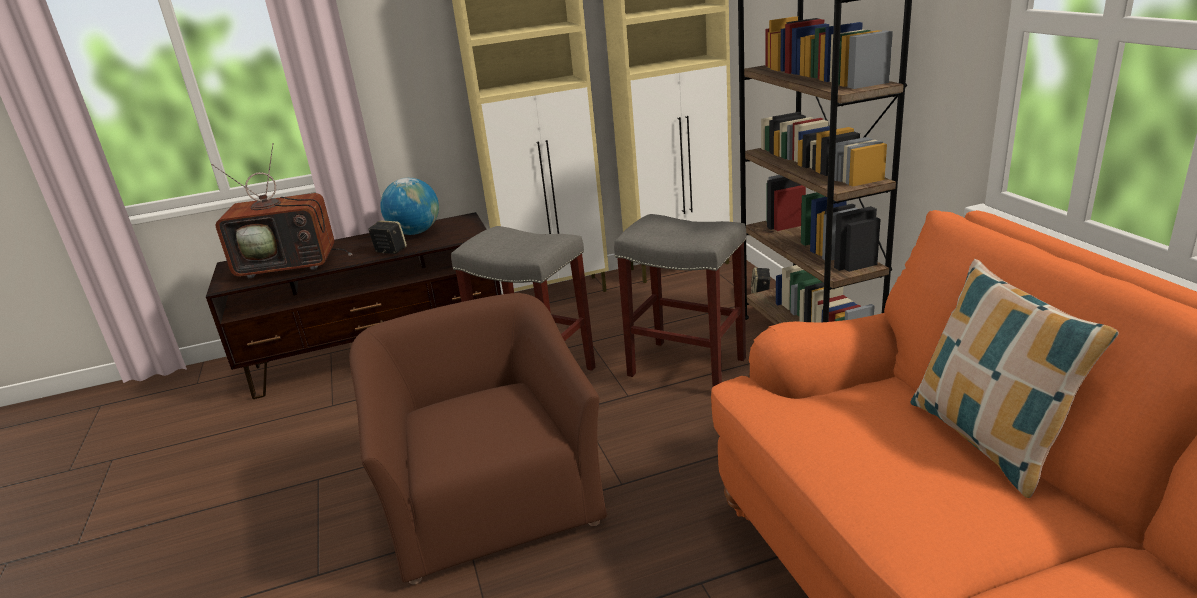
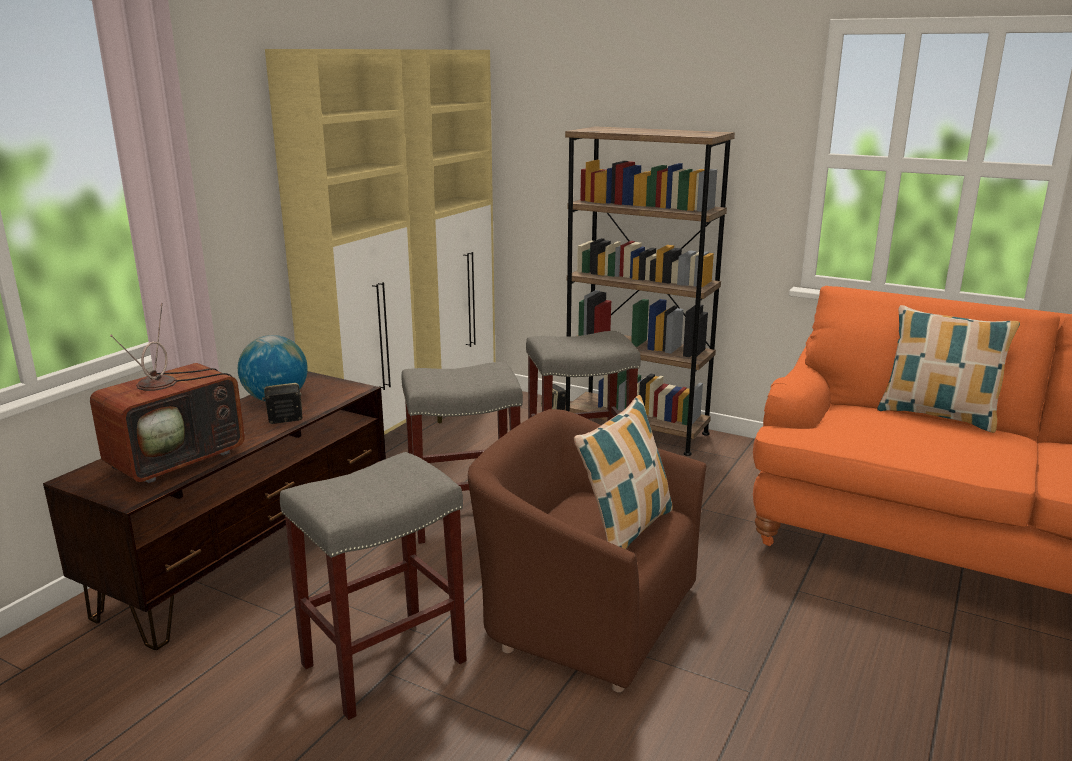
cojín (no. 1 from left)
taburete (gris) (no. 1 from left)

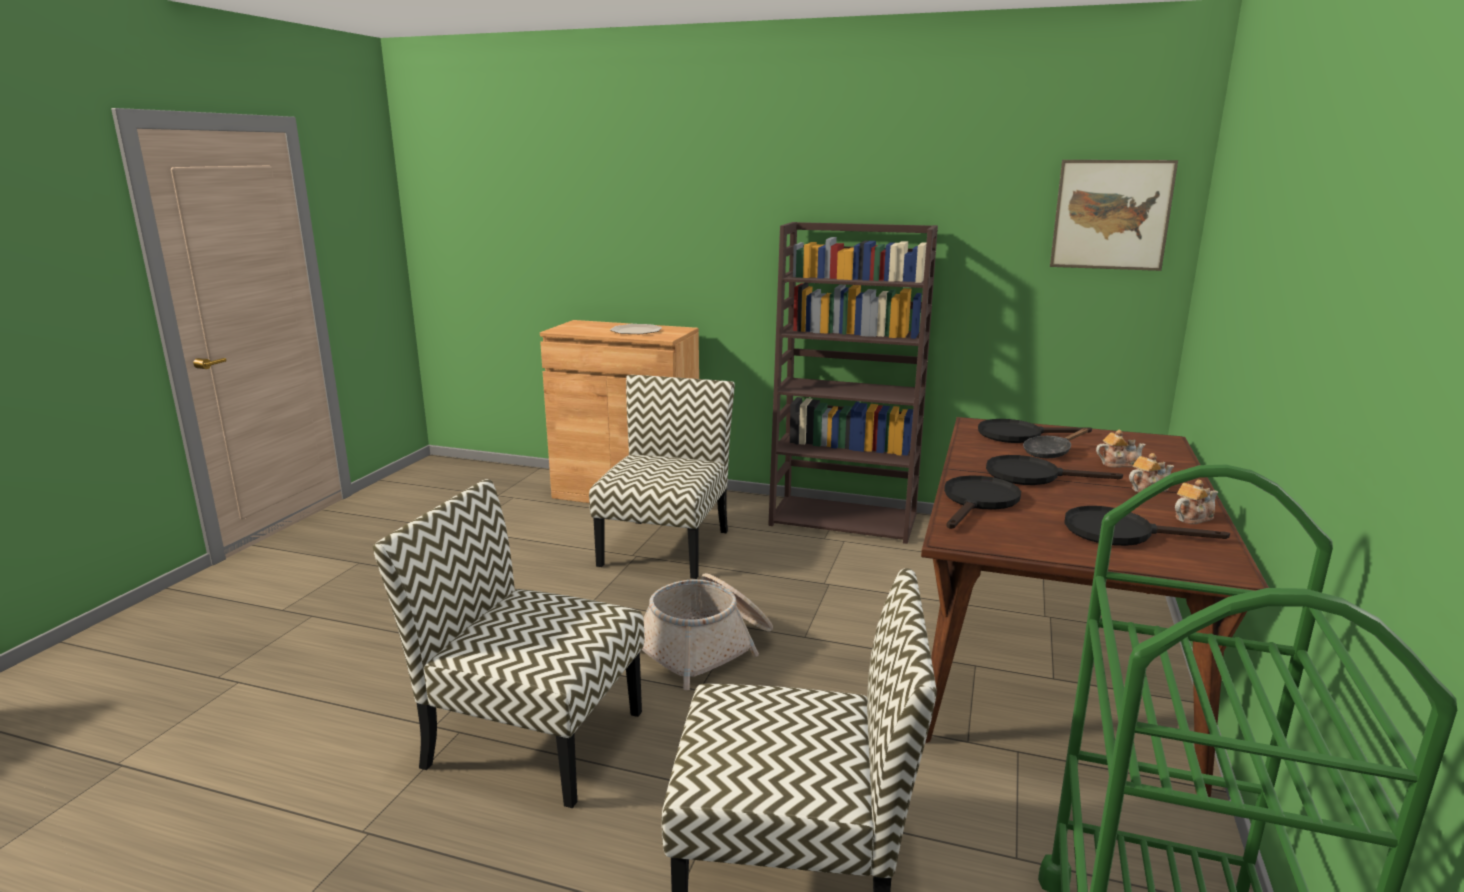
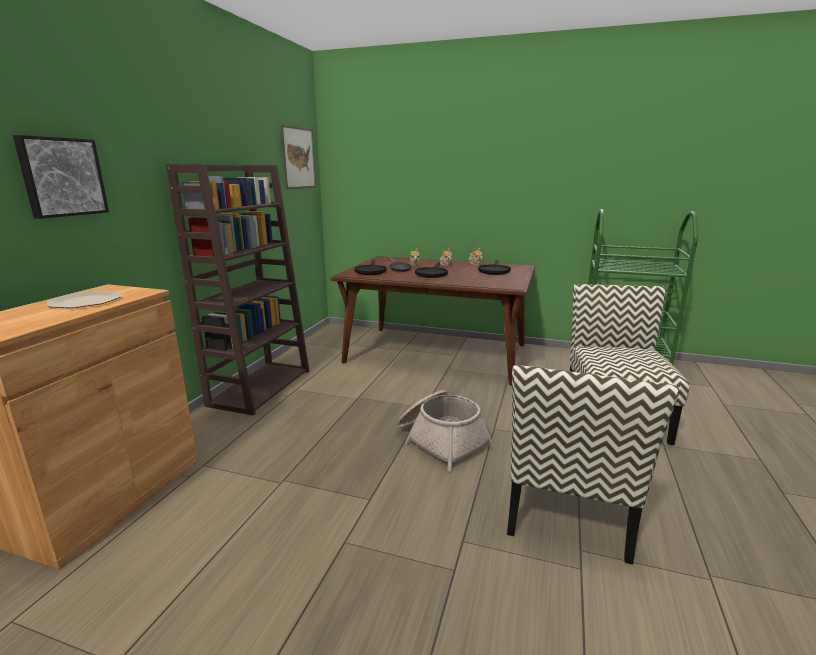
silla (no. 2 from left in the first image)
sartén (negro) (no. 1 from left in the first image)
cuadro (no. 1 from left)

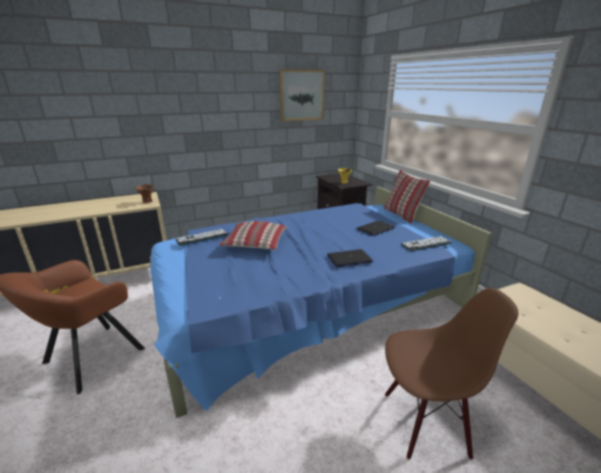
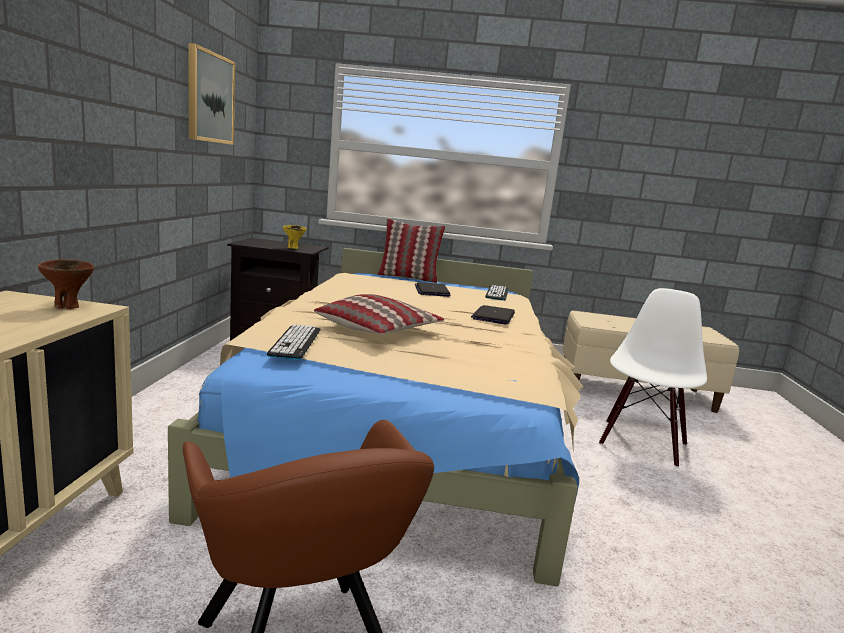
cama (beis)
silla (blanco)

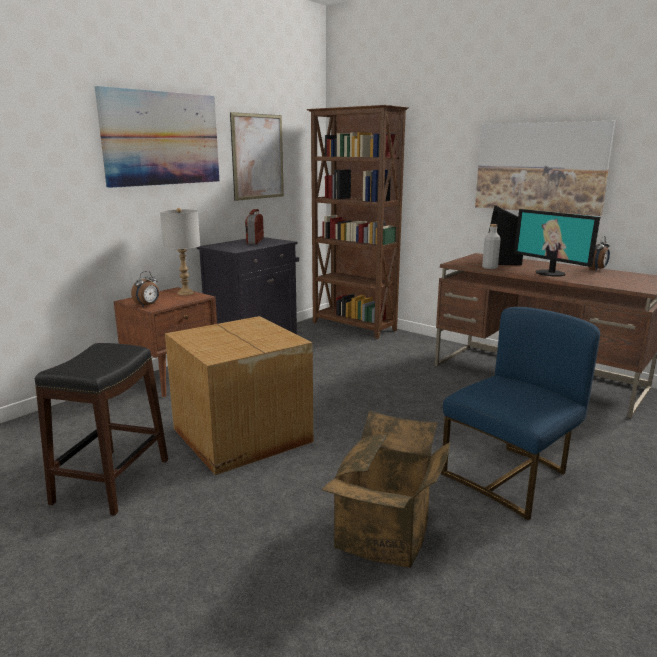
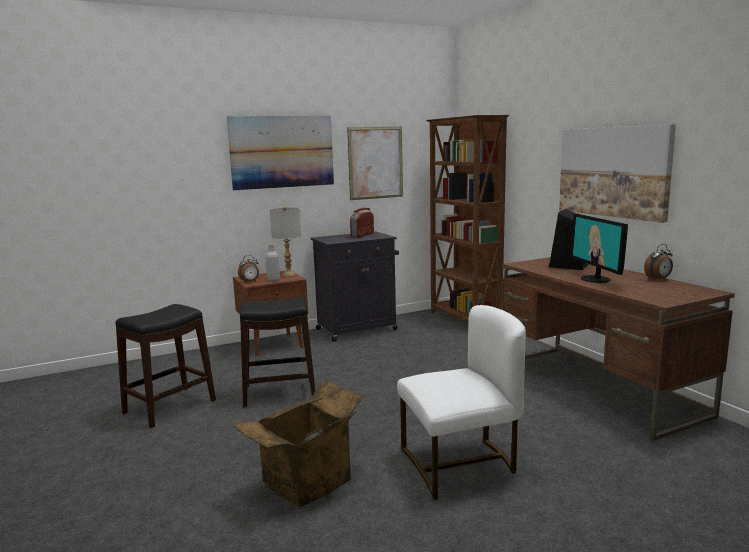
botella (gris)
silla (blanco)
taburete (negro) (no. 2 from left)

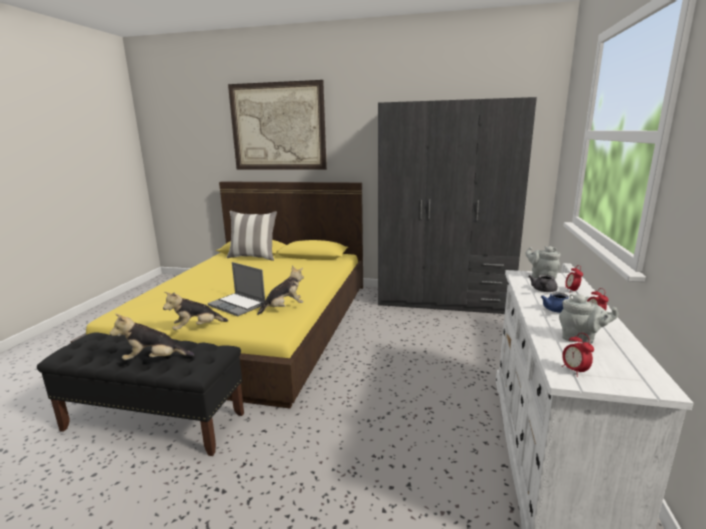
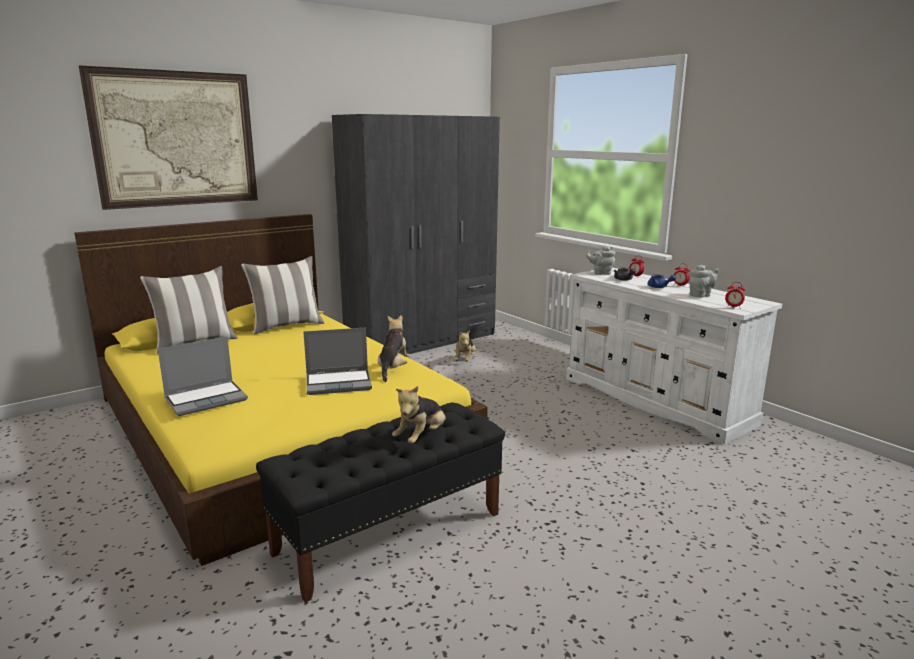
peluche (no. 3 from left)
cojín (no. 2 from left)
portátil (no. 1 from left)

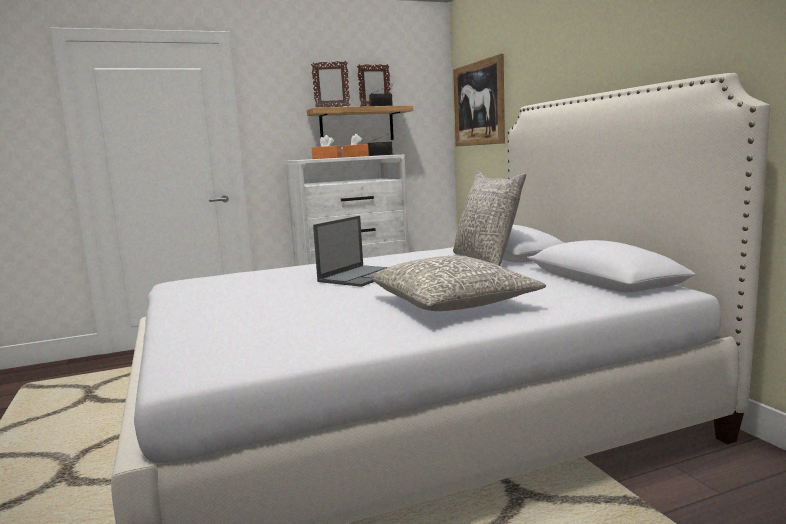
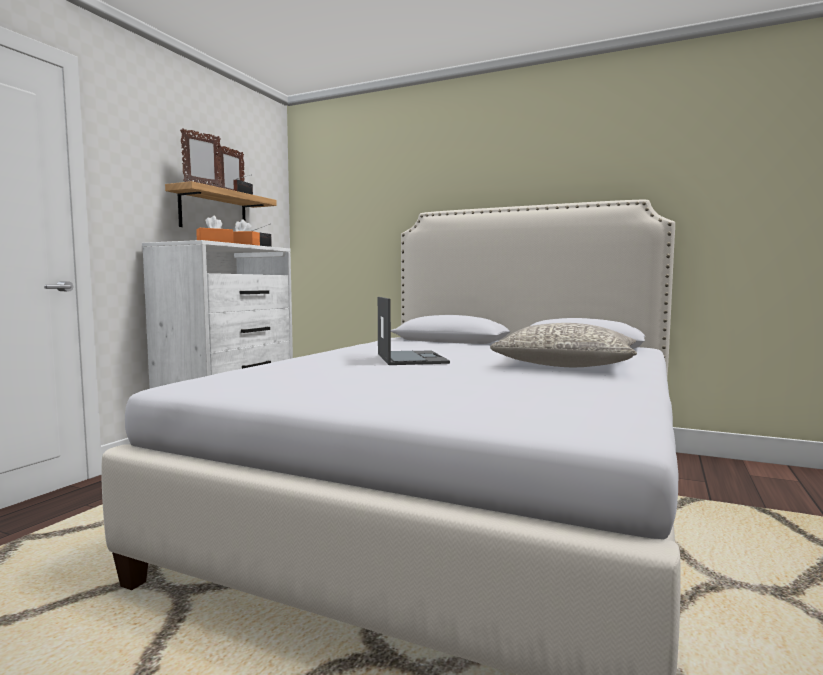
cuadro
cojín (gris) (no. 2 from left in the first image)

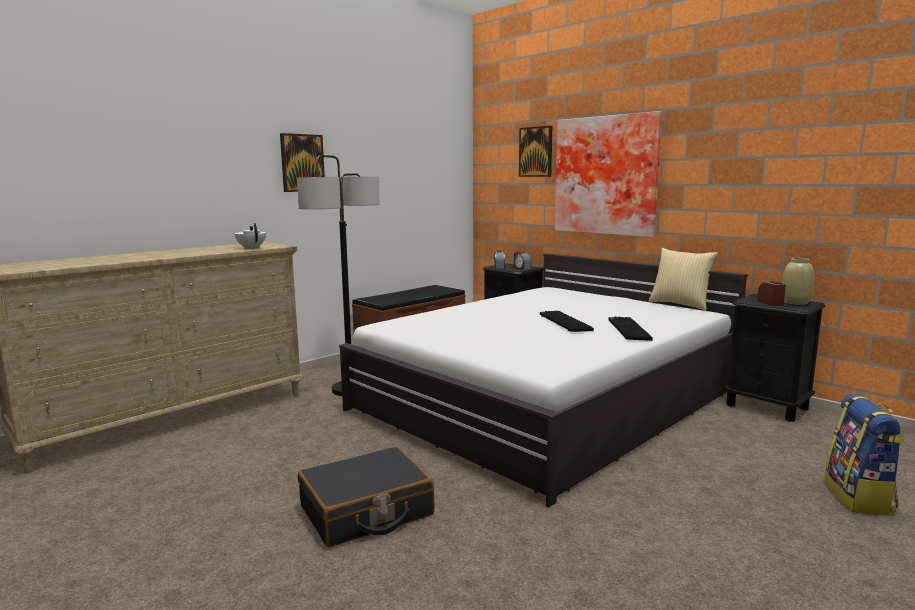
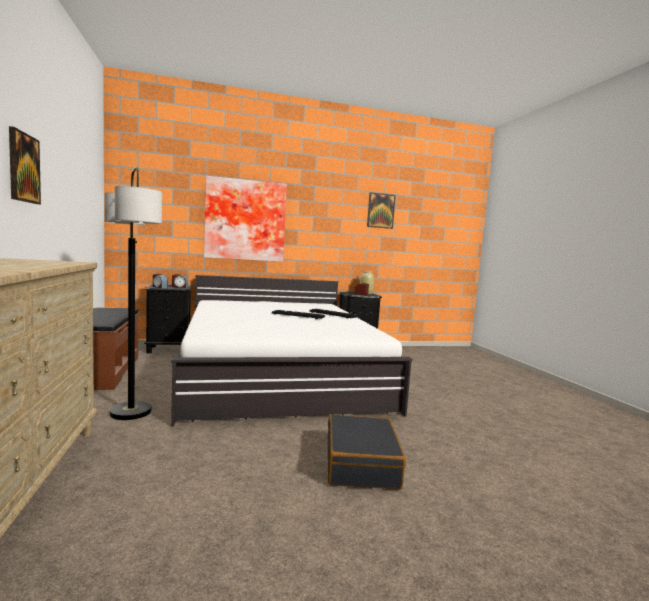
cuadro (no. 3 from left)
tetera (blanco)
cojín
mochila

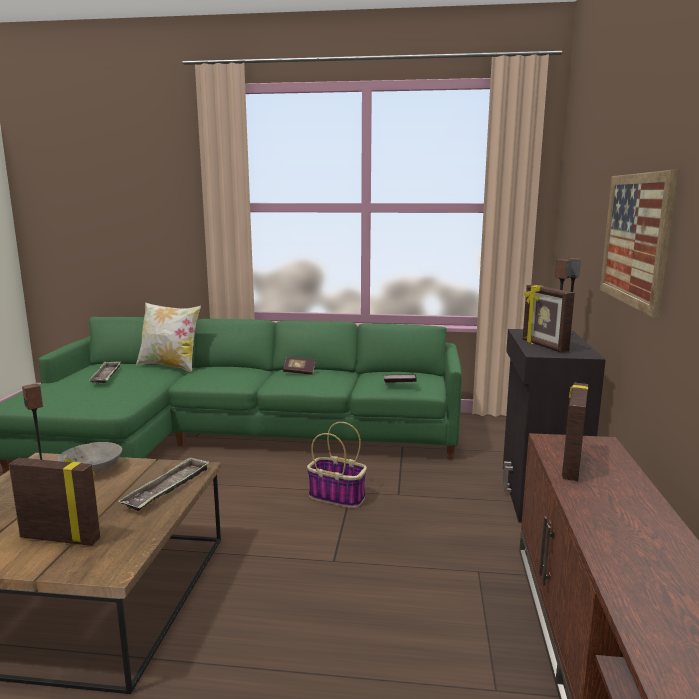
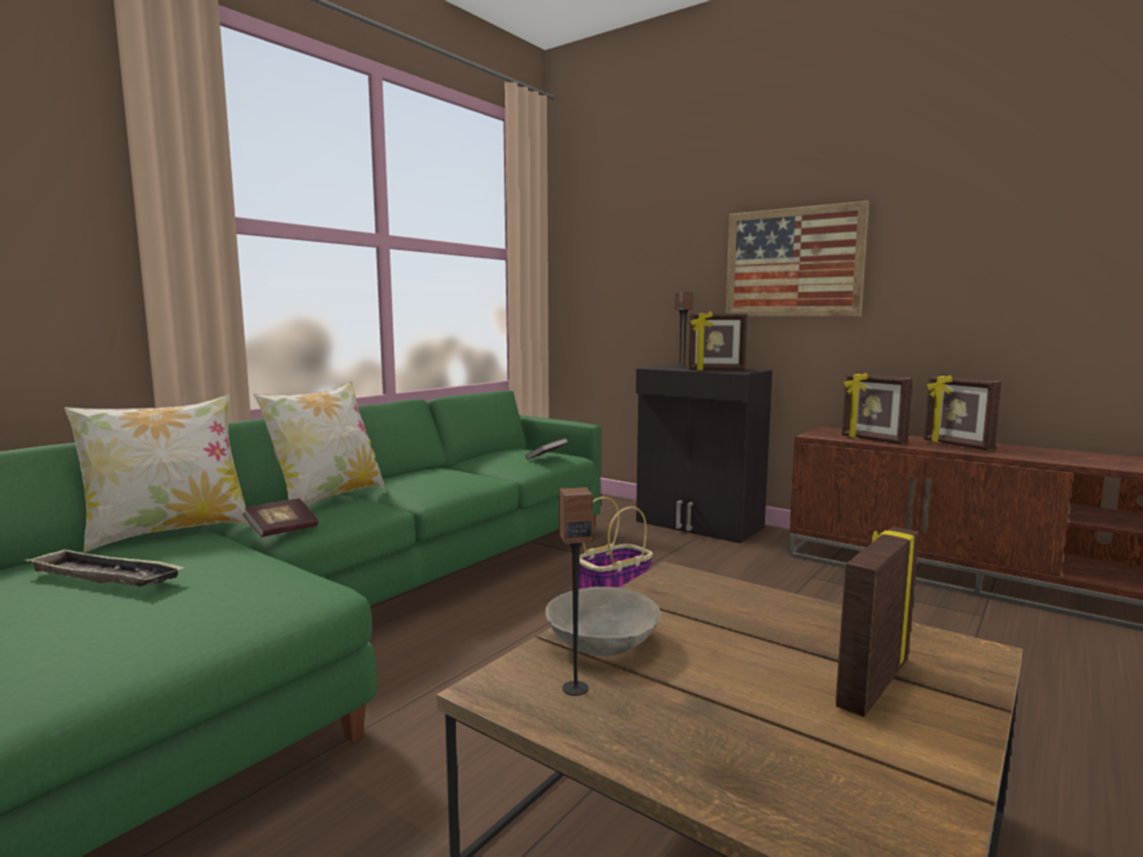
libro (no. 1 from left)
bandeja (no. 2 from left in the first image)
portarretratos (no. 4 from left)
cojín (no. 2 from left)

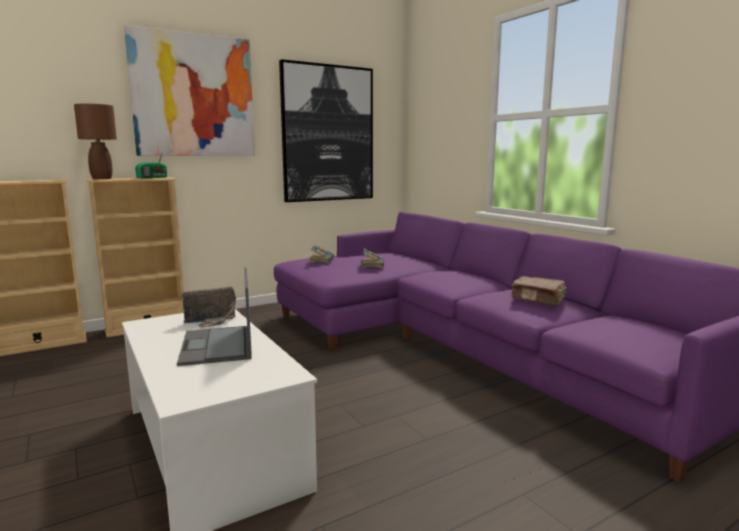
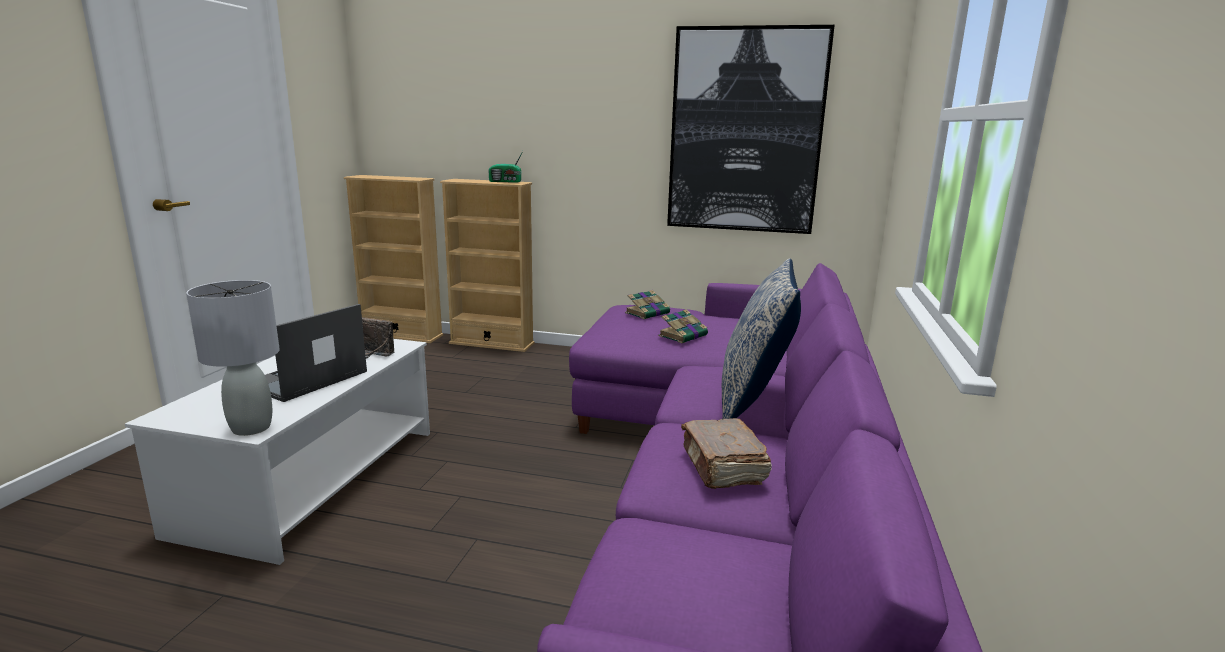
cuadro (no. 1 from left in the first image)
lámpara de mesa (marrón)
cojín
lámpara de mesa (gris)

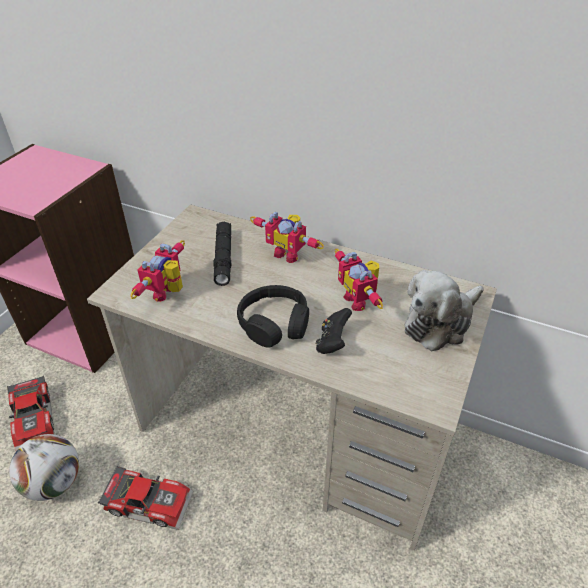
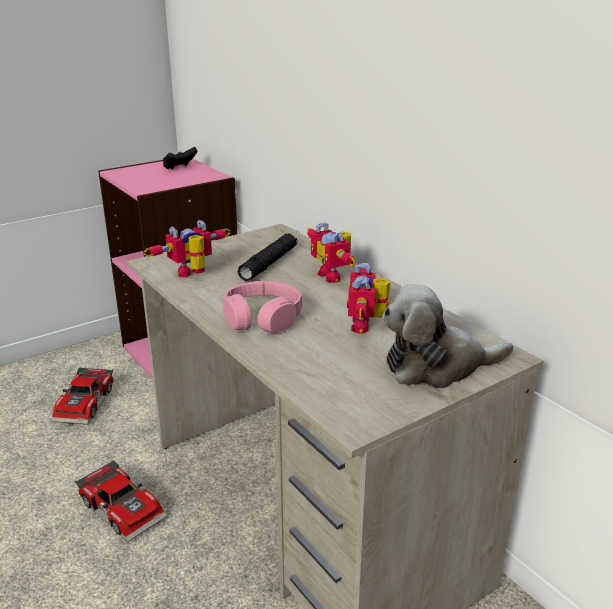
auriculares (rosa)
mando de consola (negro)
balón de fútbol

